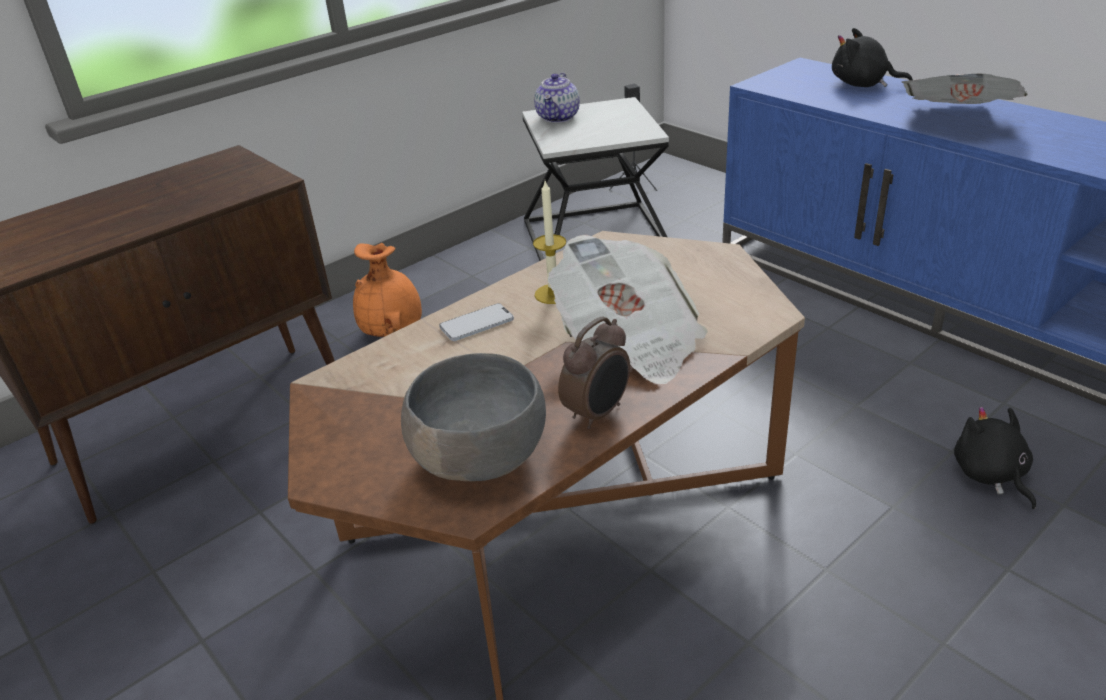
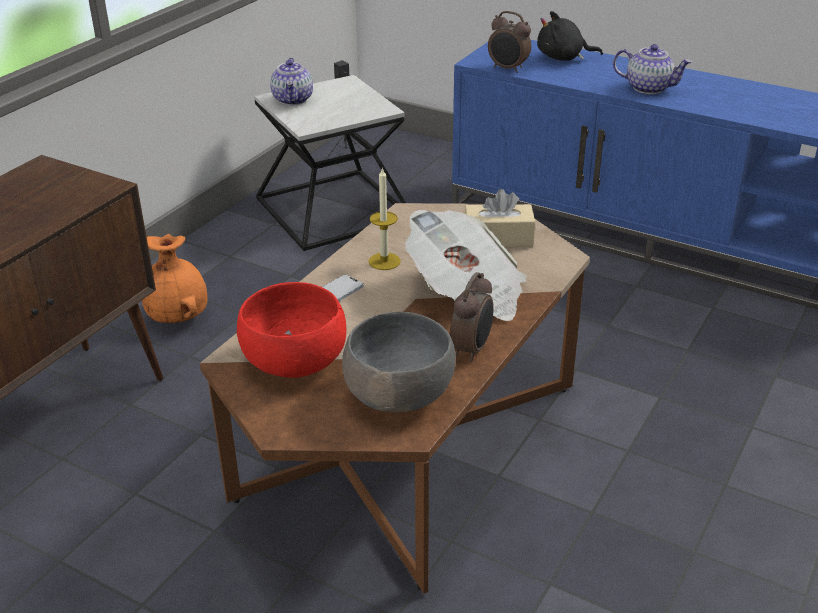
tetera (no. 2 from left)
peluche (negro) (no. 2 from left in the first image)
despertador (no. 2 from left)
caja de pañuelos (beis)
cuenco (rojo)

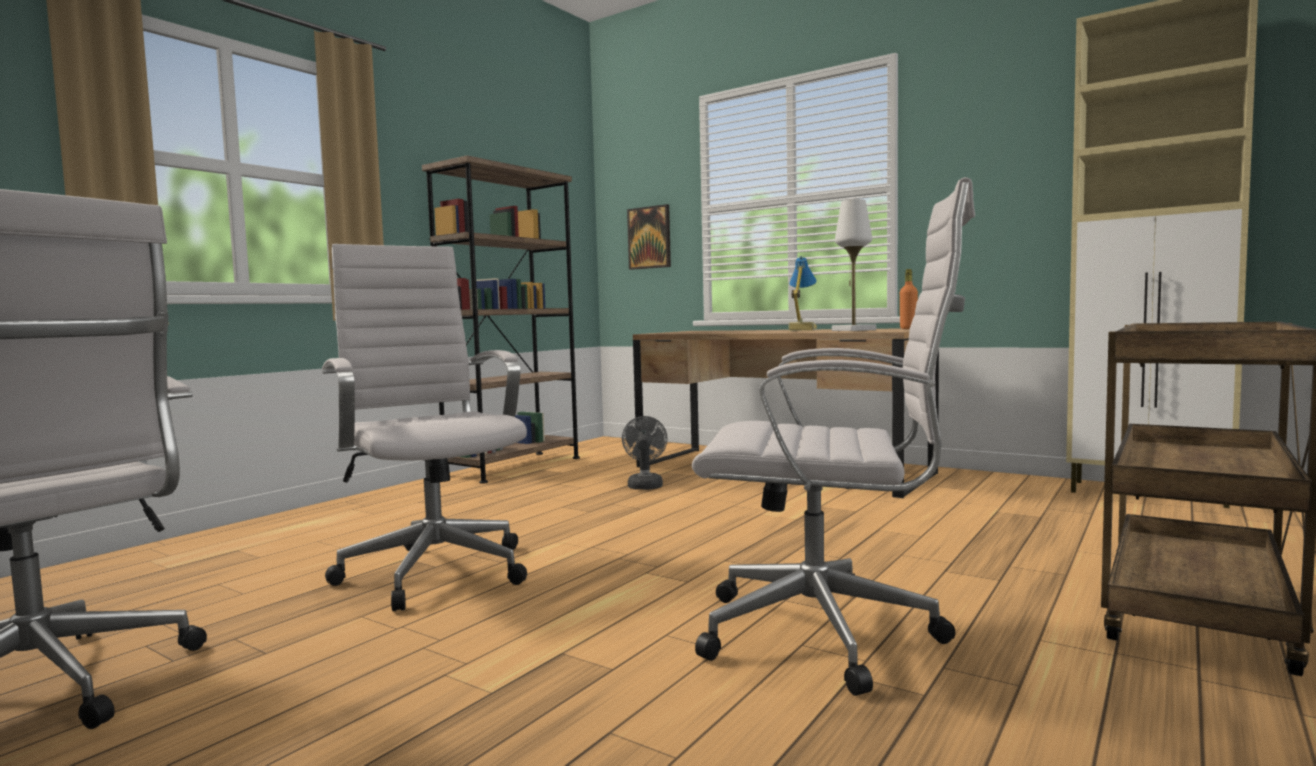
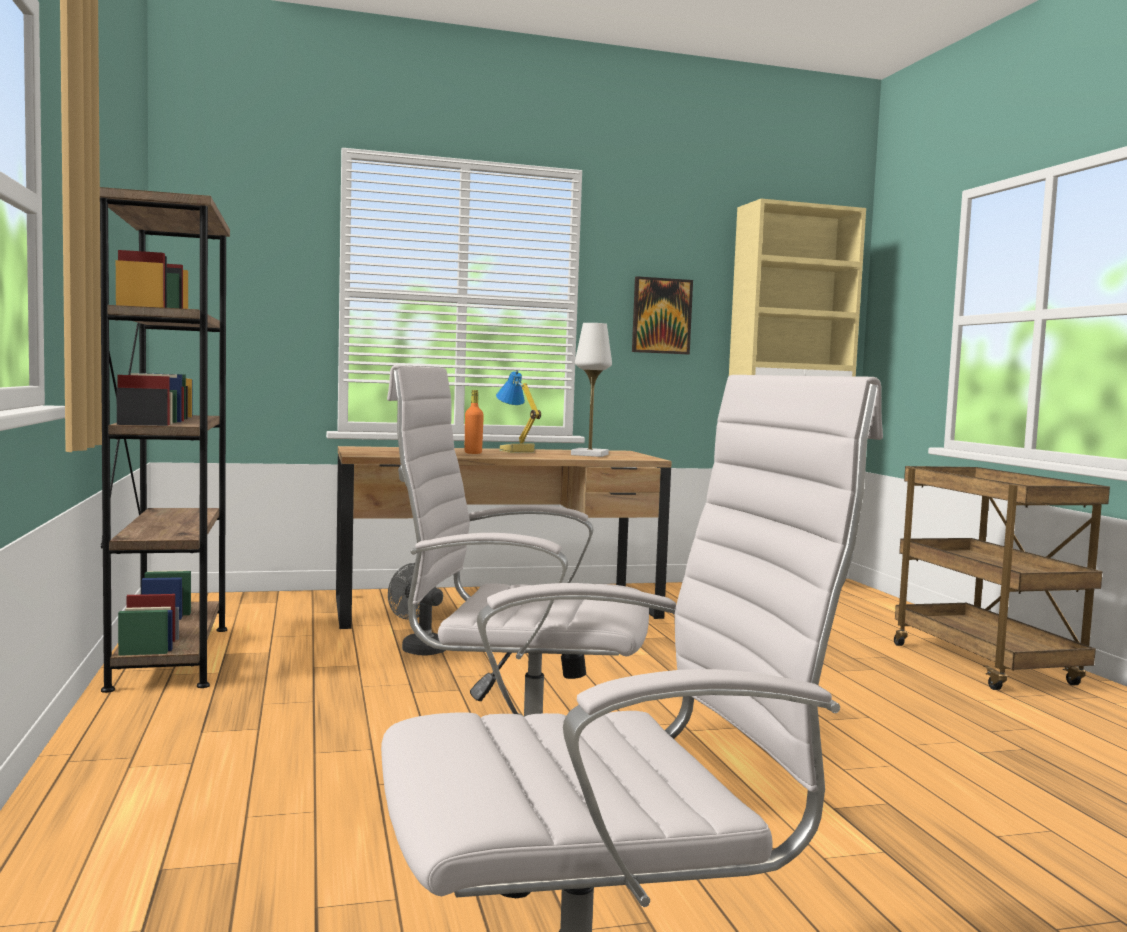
silla de oficina (blanco) (no. 3 from left in the first image)
cuadro
botella (naranja)

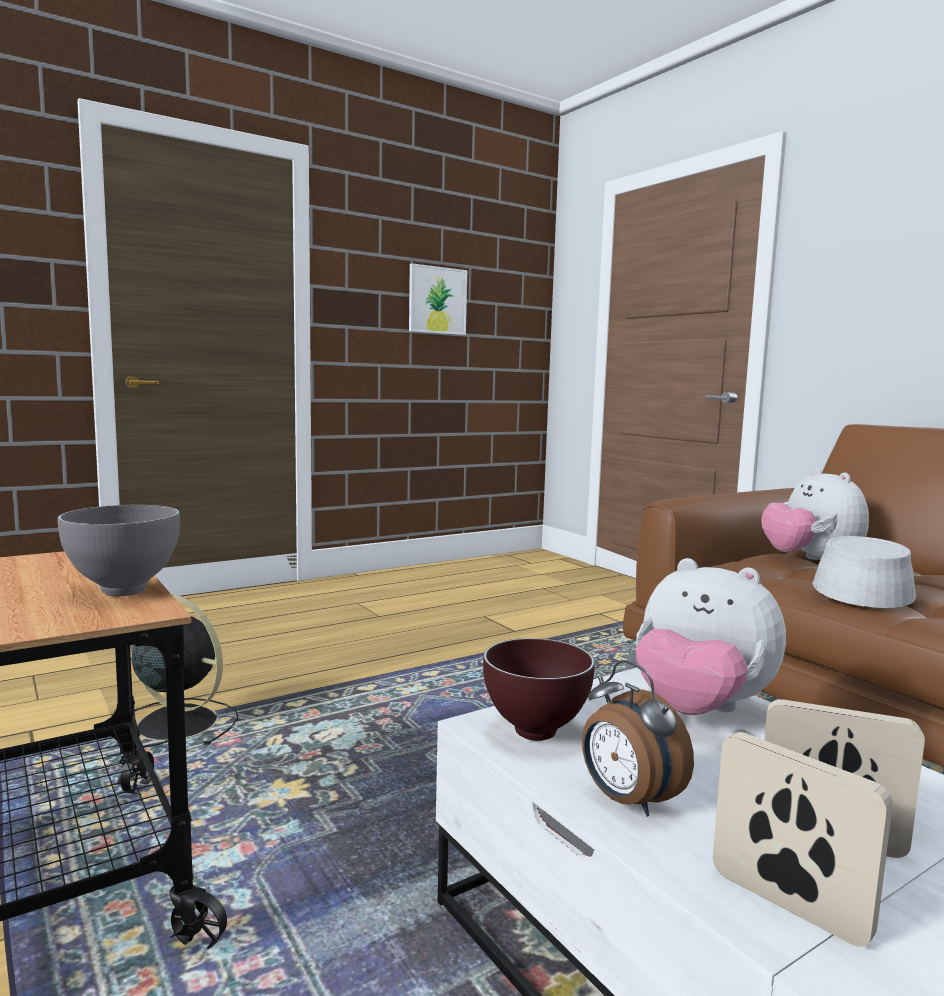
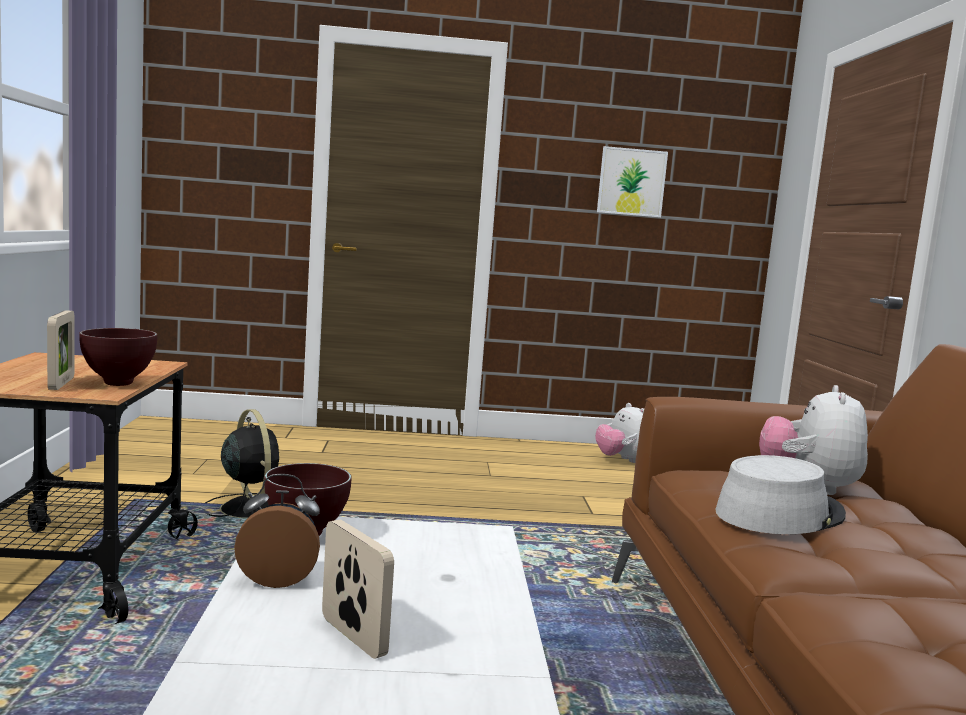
cuenco (marrón) (no. 1 from left)
peluche (no. 1 from left)
despertador
portarretratos (no. 1 from left)

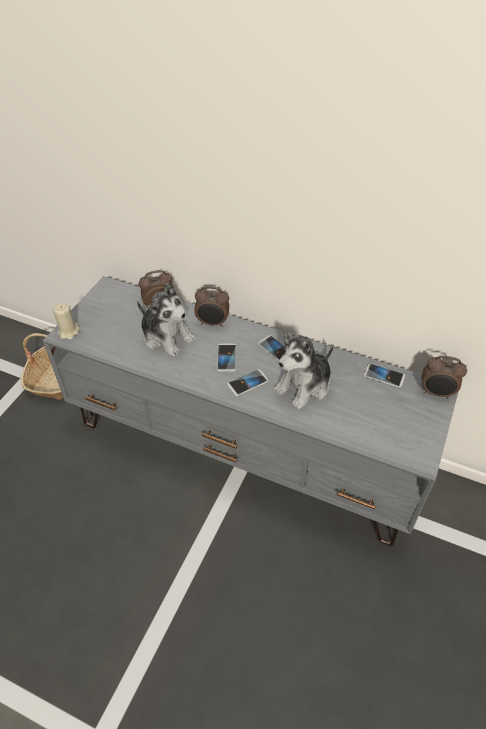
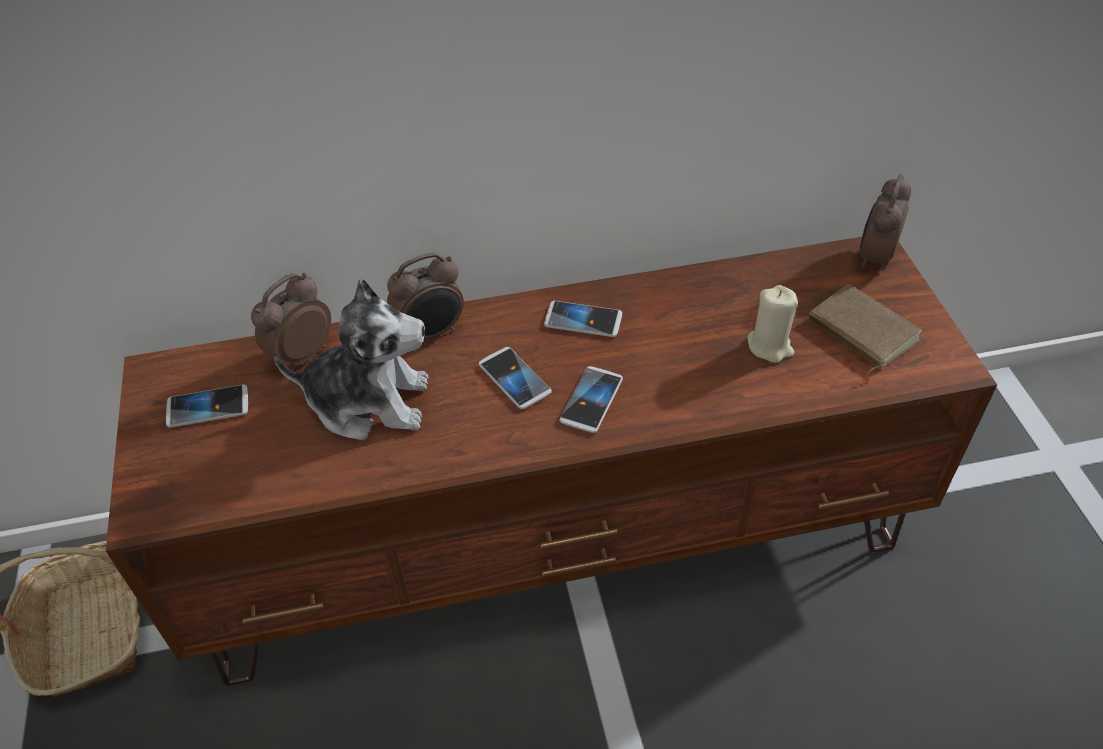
mueble de televisión (marrón)
vela (beis)
peluche (no. 2 from left in the first image)
despertador (no. 3 from left)
móvil (no. 1 from left)
libro (marrón)

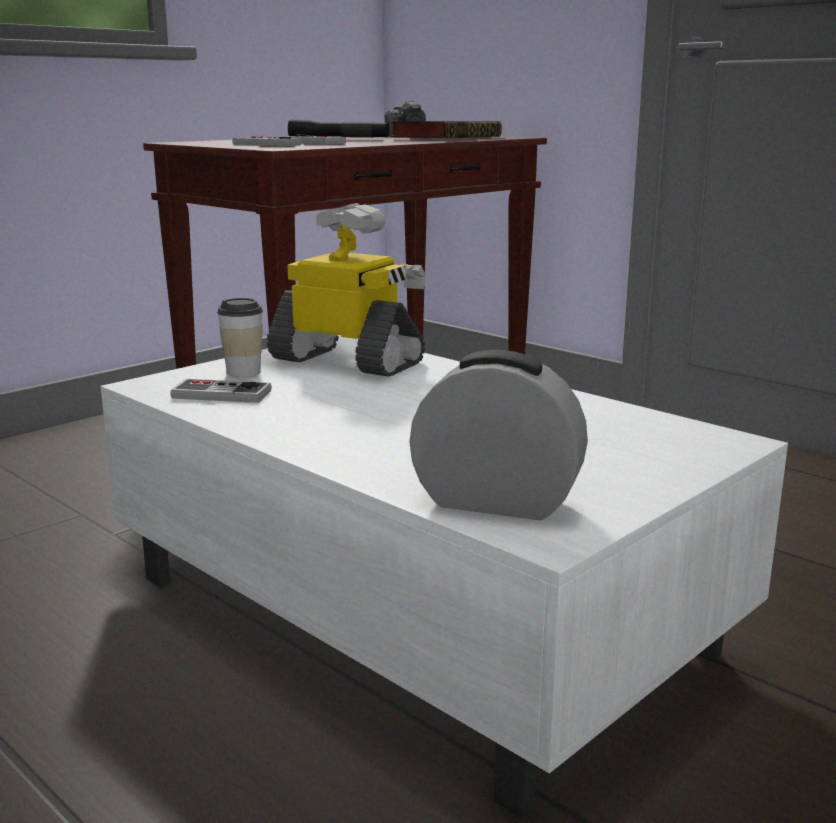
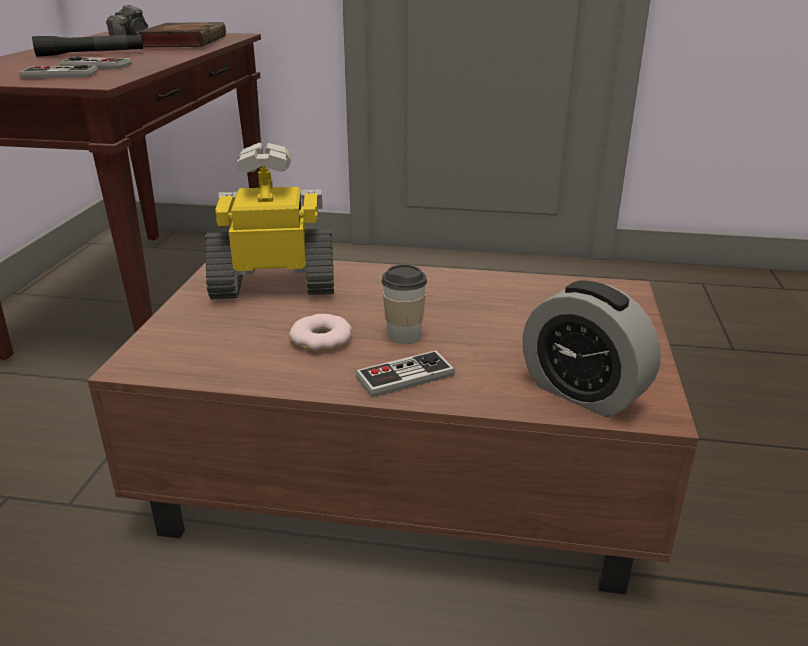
taza
mesa de centro (marrón)
despertador
mando de consola (no. 3 from left)
rosquilla

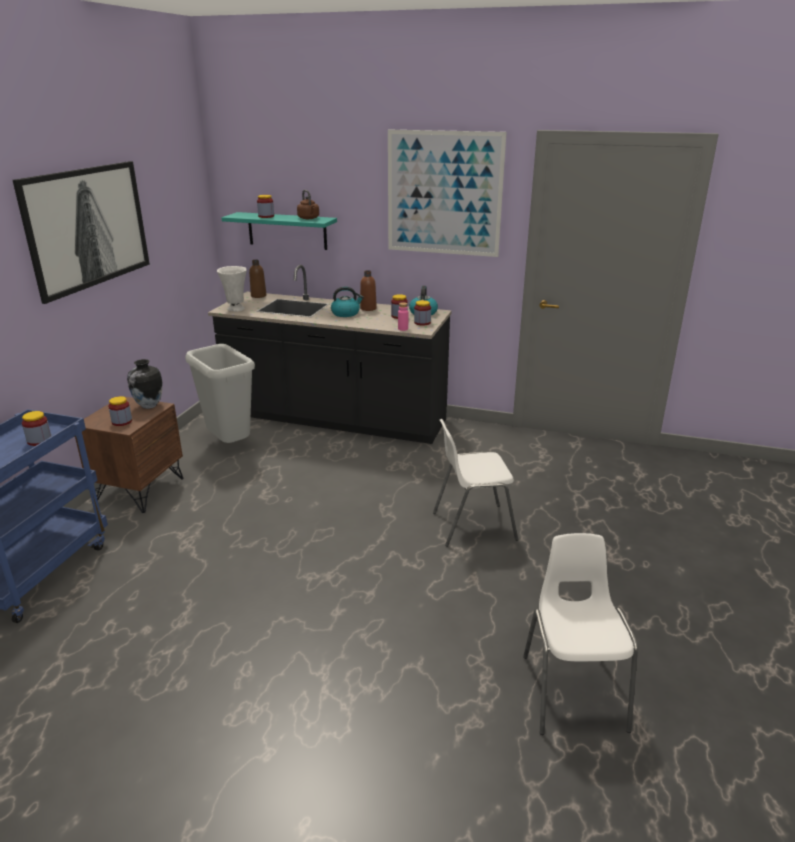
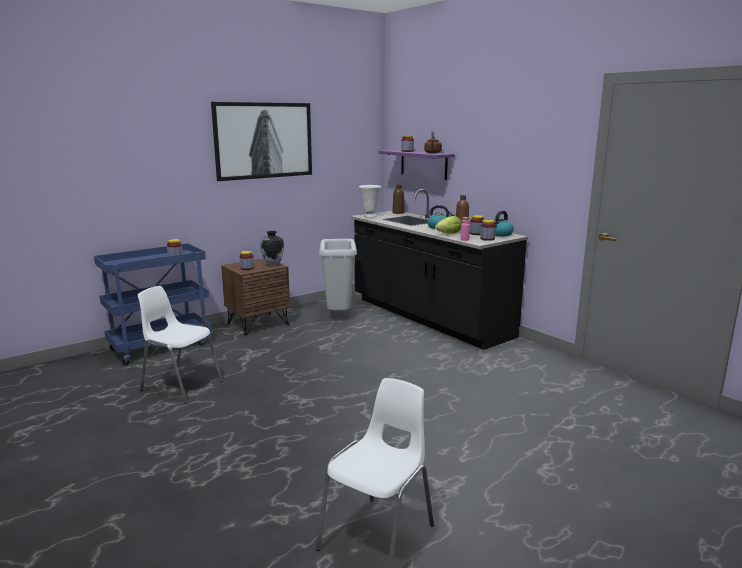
cuadro (no. 2 from left in the first image)
estante (morado)
silla (blanco) (no. 1 from left)
lechuga

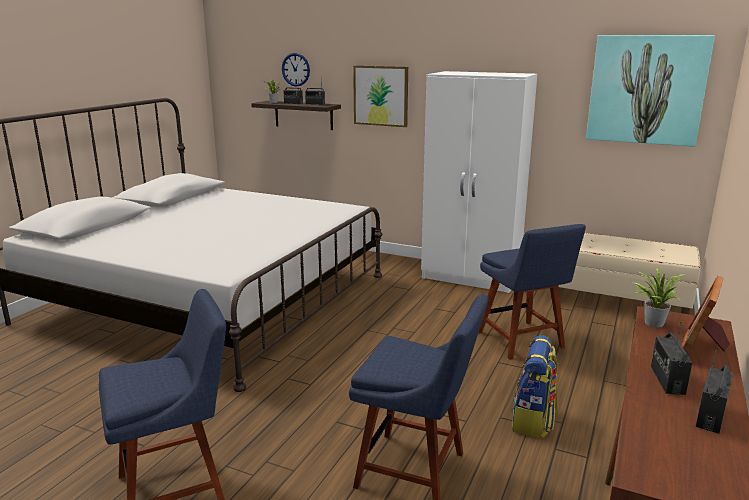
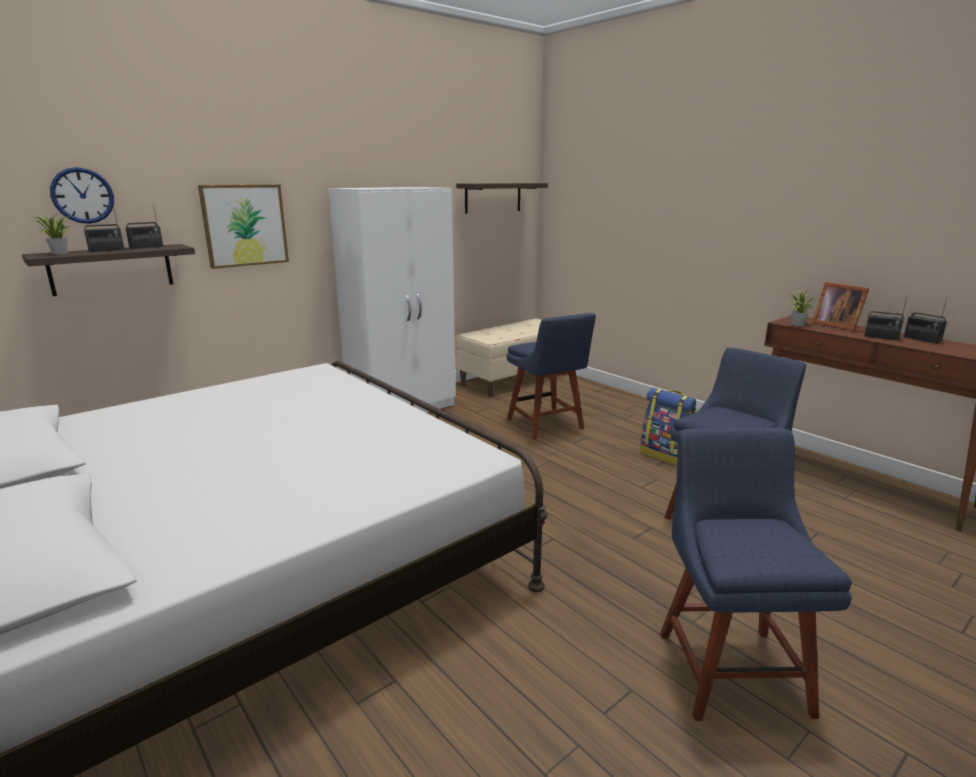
estante (no. 2 from left)
silla (azul) (no. 1 from left)

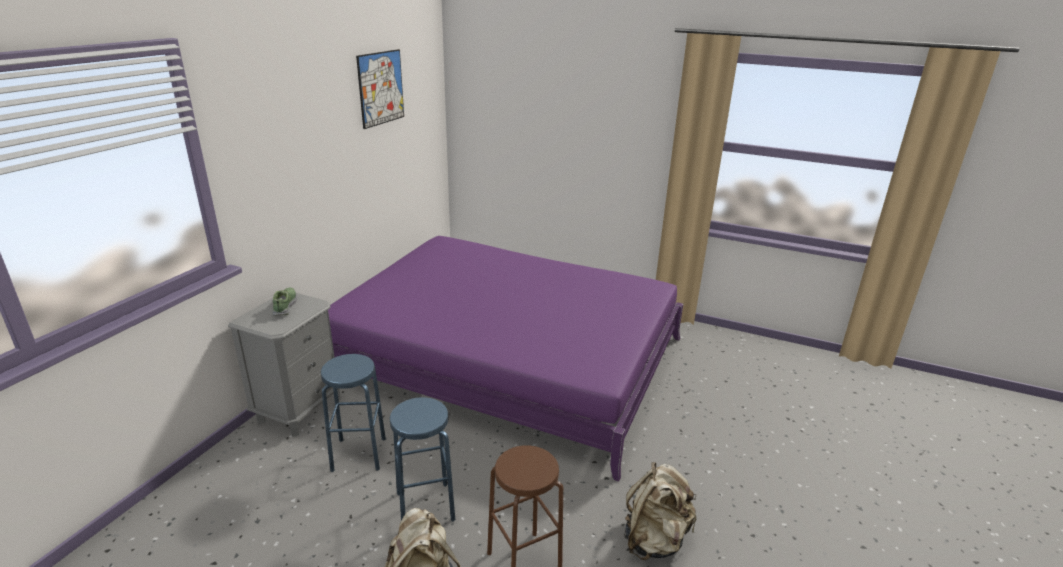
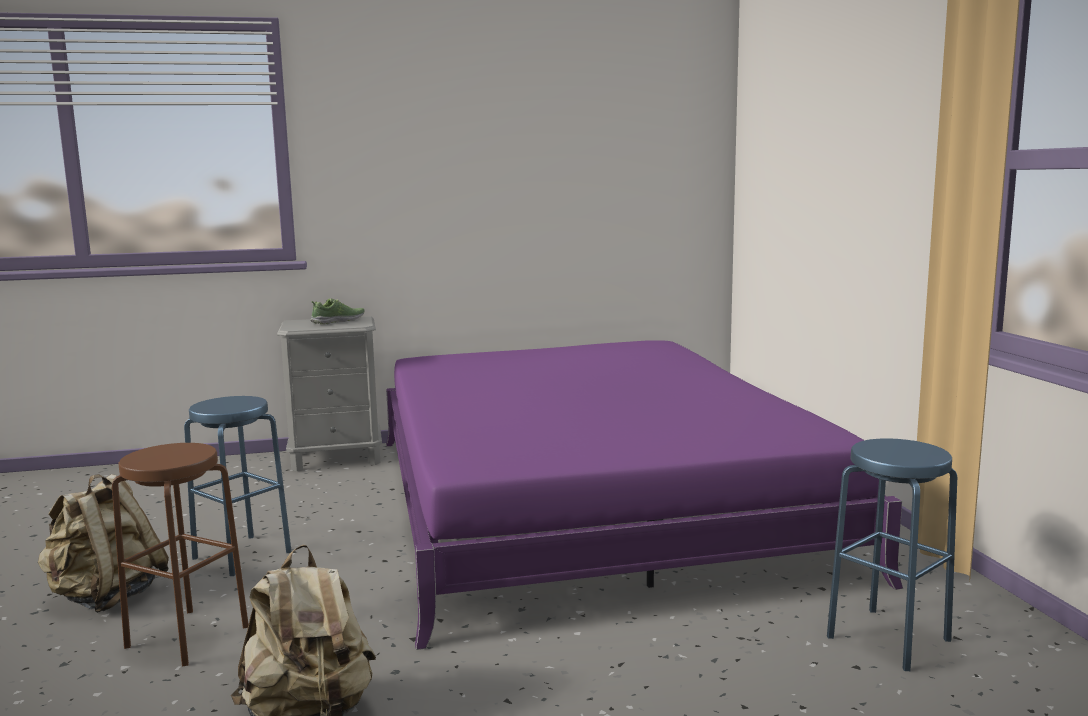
cuadro
taburete (azul) (no. 2 from left)

